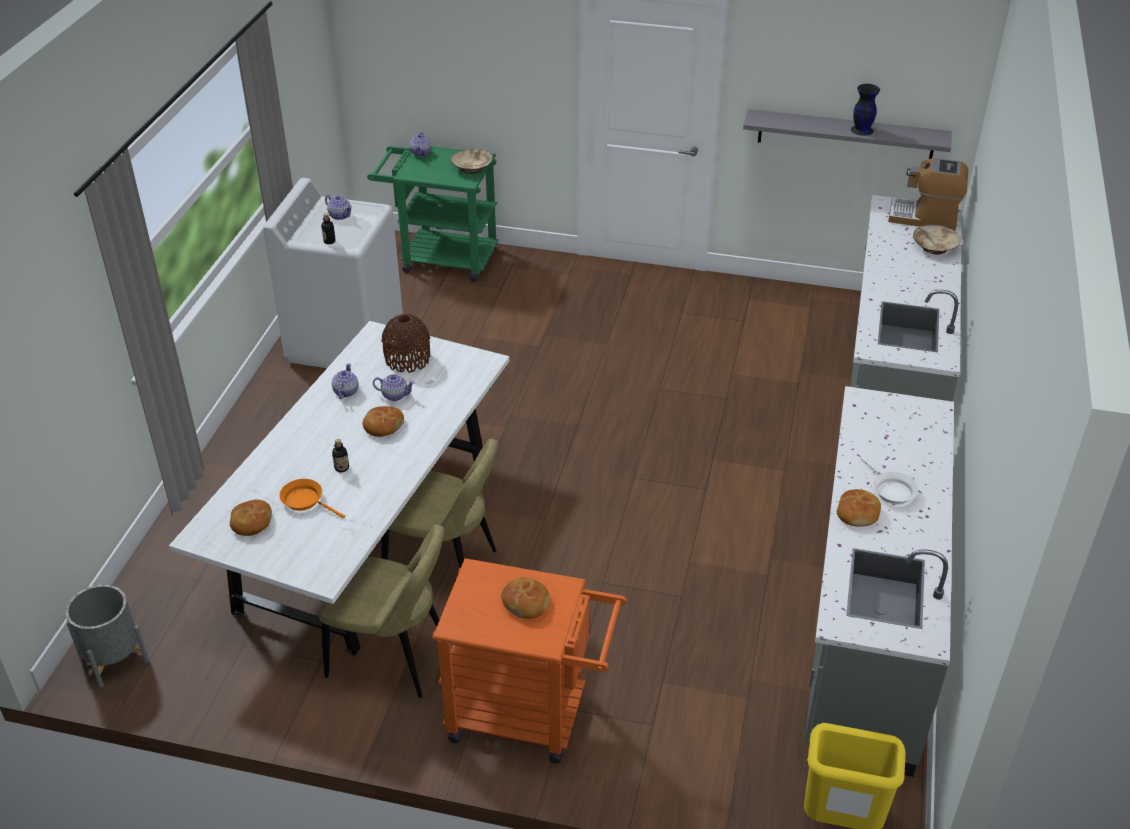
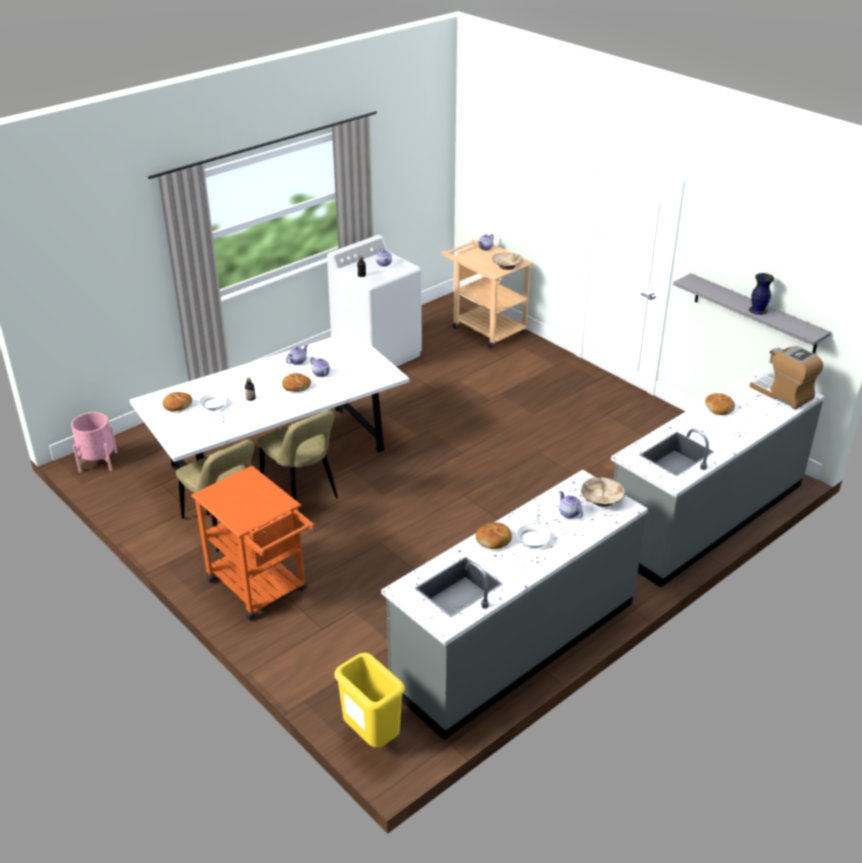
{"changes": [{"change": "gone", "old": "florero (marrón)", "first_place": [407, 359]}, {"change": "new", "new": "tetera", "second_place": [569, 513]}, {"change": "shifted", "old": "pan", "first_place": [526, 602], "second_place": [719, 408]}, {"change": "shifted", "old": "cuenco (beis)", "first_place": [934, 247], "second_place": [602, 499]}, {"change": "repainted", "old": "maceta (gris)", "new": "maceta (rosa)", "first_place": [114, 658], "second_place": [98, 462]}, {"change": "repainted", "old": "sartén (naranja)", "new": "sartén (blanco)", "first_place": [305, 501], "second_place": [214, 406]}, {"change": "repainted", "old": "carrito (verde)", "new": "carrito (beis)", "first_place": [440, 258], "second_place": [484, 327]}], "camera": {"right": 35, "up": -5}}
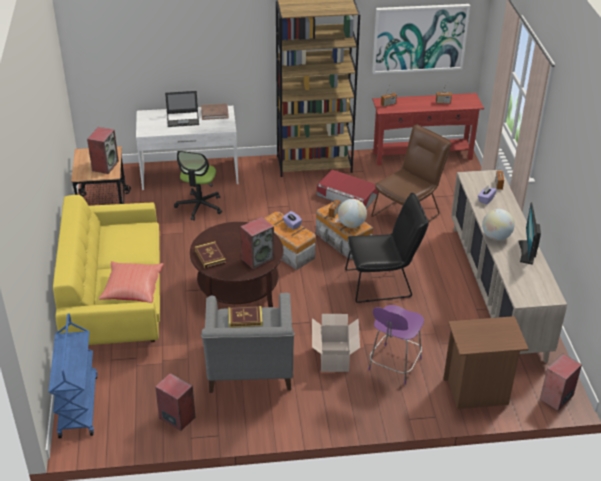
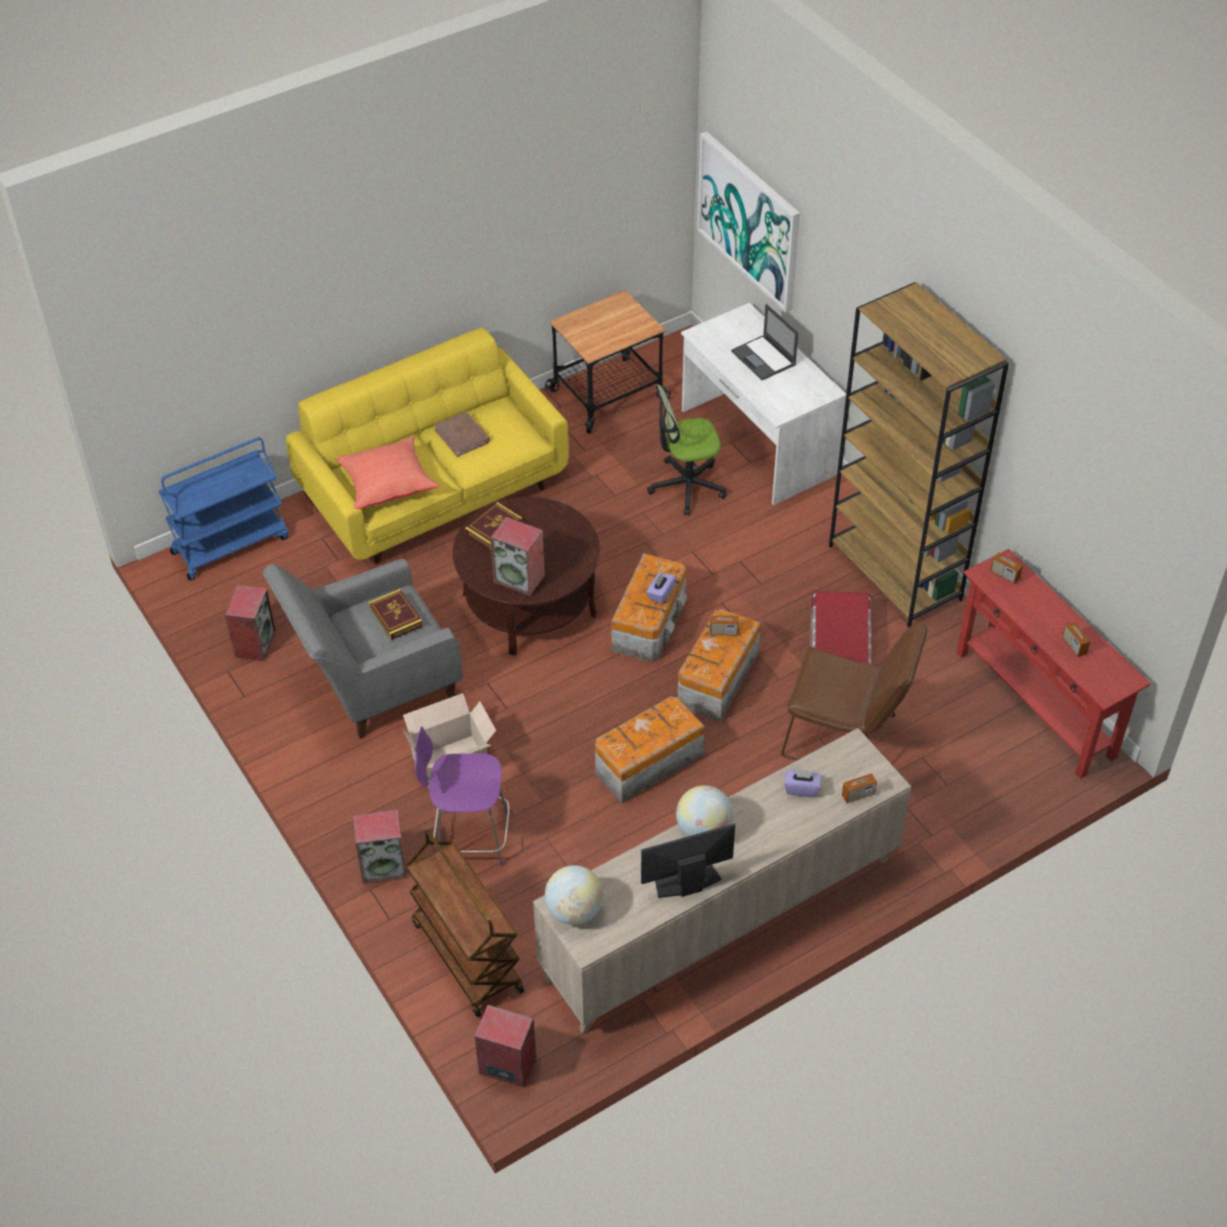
{"changes": [{"change": "shifted", "old": "altavoz", "first_place": [105, 165], "second_place": [384, 866]}, {"change": "shifted", "old": "libro (marrón)", "first_place": [214, 113], "second_place": [462, 436]}, {"change": "shifted", "old": "globo terráqueo", "first_place": [351, 224], "second_place": [574, 911]}, {"change": "shifted", "old": "cuadro", "first_place": [419, 38], "second_place": [749, 220]}, {"change": "swapped", "old": "silla (negro)", "new": "caja de almacenaje", "first_place": [383, 283], "second_place": [646, 764]}, {"change": "swapped", "old": "mesita de noche (marrón)", "new": "carrito (marrón)", "first_place": [477, 392], "second_place": [466, 956]}], "camera": {"right": 65, "up": 10}}
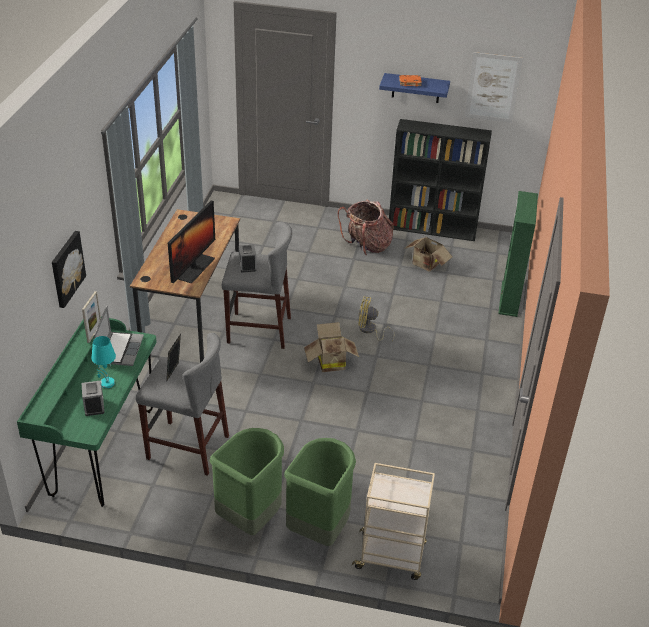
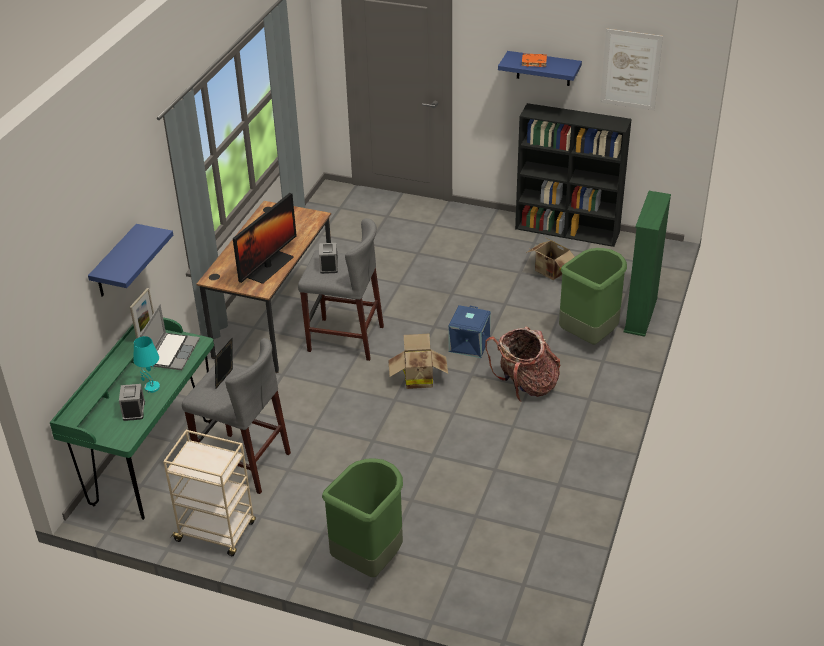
{"changes": [{"change": "shifted", "old": "papelera (verde)", "first_place": [250, 518], "second_place": [589, 335]}, {"change": "shifted", "old": "mochila", "first_place": [367, 246], "second_place": [525, 386]}, {"change": "shifted", "old": "carrito (beis)", "first_place": [391, 556], "second_place": [217, 532]}, {"change": "swapped", "old": "cuadro", "new": "estante (azul)", "first_place": [66, 268], "second_place": [115, 263]}, {"change": "swapped", "old": "ventilador (amarillo)", "new": "caja de almacenaje (azul)", "first_place": [369, 330], "second_place": [470, 345]}], "camera": {"right": 10, "up": 0}}
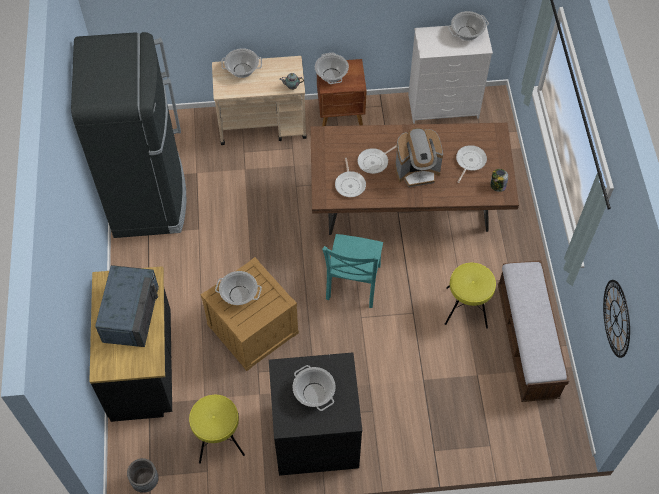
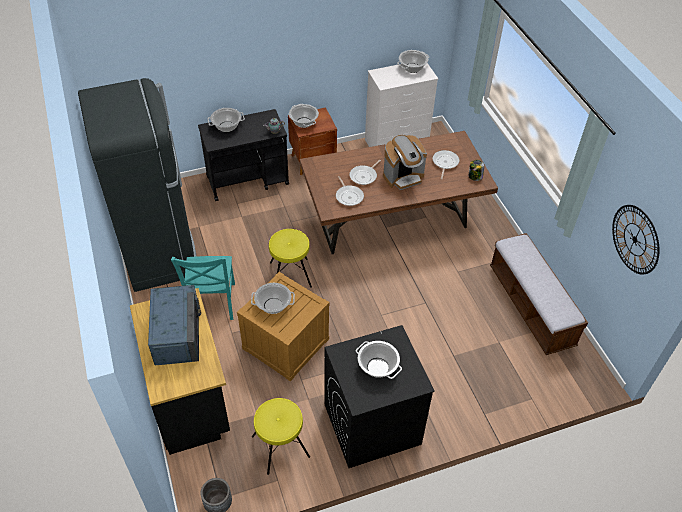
{"changes": [{"change": "shifted", "old": "silla (turquesa)", "first_place": [352, 284], "second_place": [212, 303]}, {"change": "shifted", "old": "taburete (amarillo)", "first_place": [467, 307], "second_place": [291, 274]}, {"change": "repainted", "old": "carrito (beis)", "new": "carrito (negro)", "first_place": [263, 125], "second_place": [248, 180]}], "camera": {"right": -15, "up": -10}}
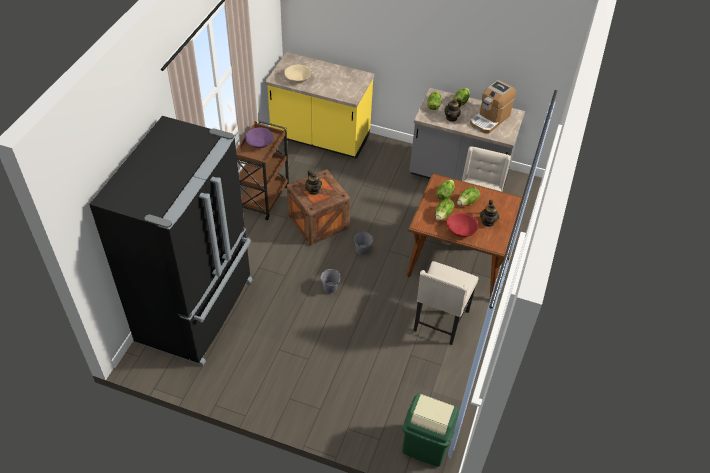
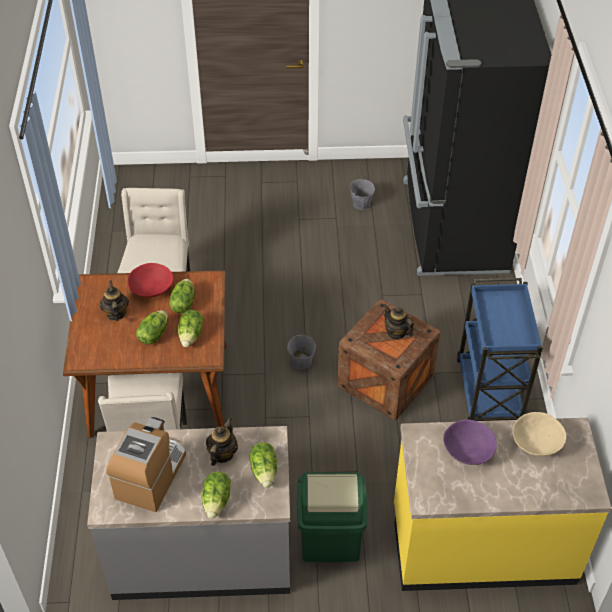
{"changes": [{"change": "shifted", "old": "cuenco (morado)", "first_place": [259, 143], "second_place": [468, 450]}, {"change": "shifted", "old": "cubo (gris)", "first_place": [330, 288], "second_place": [361, 203]}, {"change": "shifted", "old": "papelera (verde)", "first_place": [426, 444], "second_place": [330, 539]}, {"change": "repainted", "old": "carrito (marrón)", "new": "carrito (azul)", "first_place": [264, 197], "second_place": [489, 393]}], "camera": {"right": 160, "up": 0}}
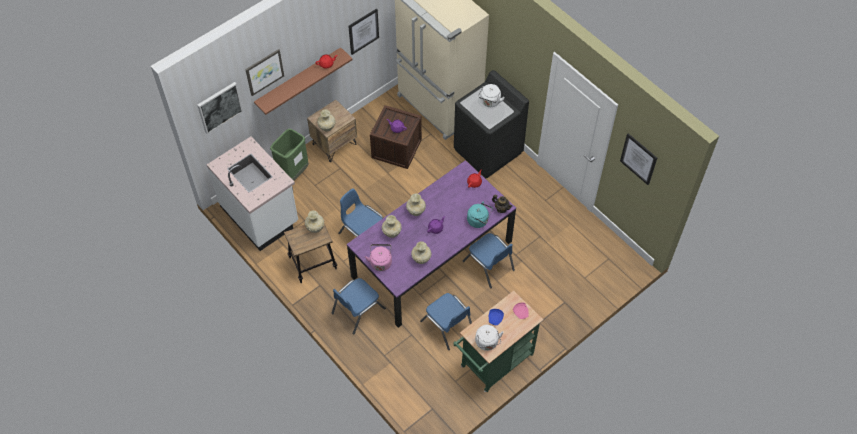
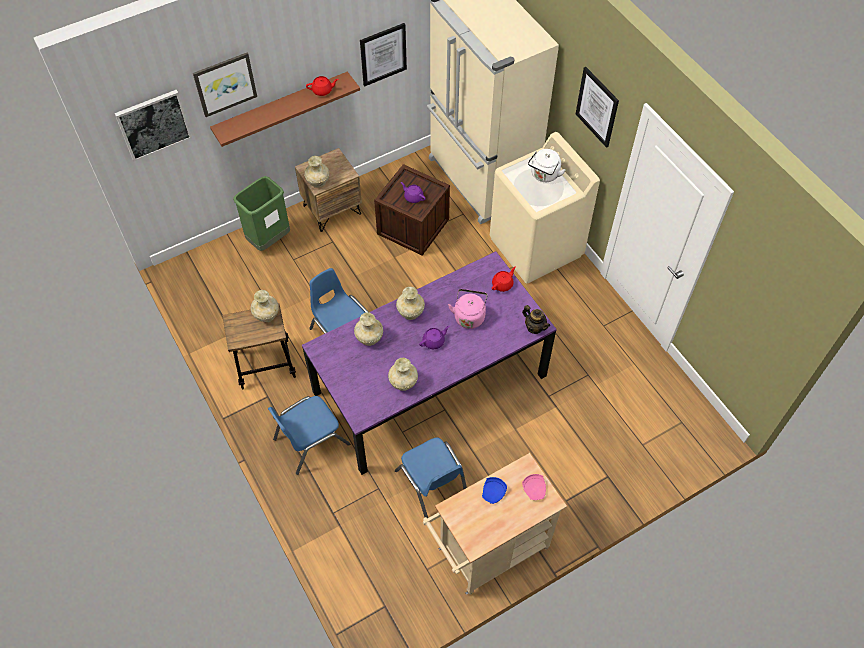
{"changes": [{"change": "gone", "old": "mueble bajo de cocina (blanco)", "first_place": [260, 214]}, {"change": "gone", "old": "silla (azul)", "first_place": [489, 266]}, {"change": "gone", "old": "hervidor (turquesa)", "first_place": [479, 221]}, {"change": "gone", "old": "hervidor (blanco)", "first_place": [487, 343]}, {"change": "shifted", "old": "hervidor (rosa)", "first_place": [380, 262], "second_place": [469, 316]}, {"change": "shifted", "old": "cuadro", "first_place": [638, 159], "second_place": [597, 107]}, {"change": "repainted", "old": "carrito (verde)", "new": "carrito (beis)", "first_place": [493, 364], "second_place": [487, 552]}, {"change": "repainted", "old": "lavadora (negro)", "new": "lavadora (beis)", "first_place": [488, 151], "second_place": [536, 247]}], "camera": {"right": 10, "up": 0}}
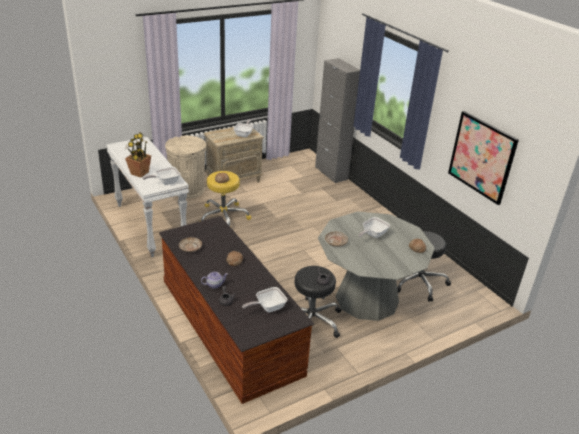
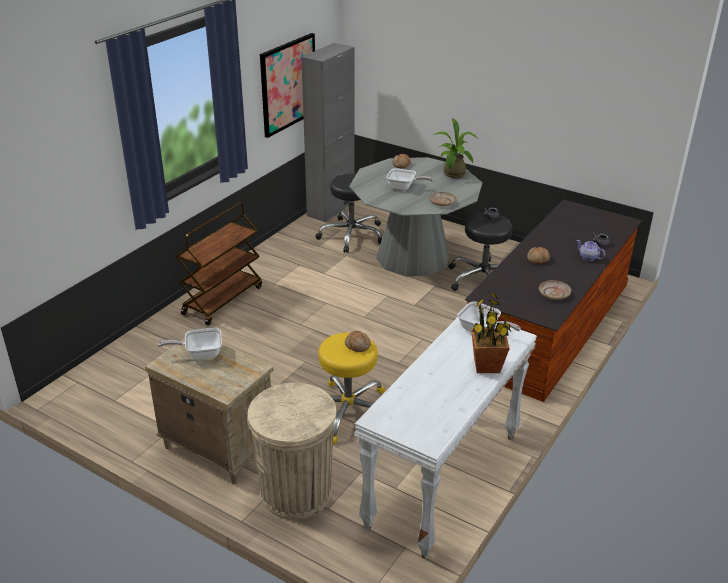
{"changes": [{"change": "gone", "old": "sartén", "first_place": [267, 307]}, {"change": "new", "new": "carrito (marrón)", "second_place": [222, 300]}, {"change": "new", "new": "planta en maceta", "second_place": [454, 175]}, {"change": "shifted", "old": "armario (gris)", "first_place": [331, 173], "second_place": [330, 209]}], "camera": {"right": -115, "up": 0}}
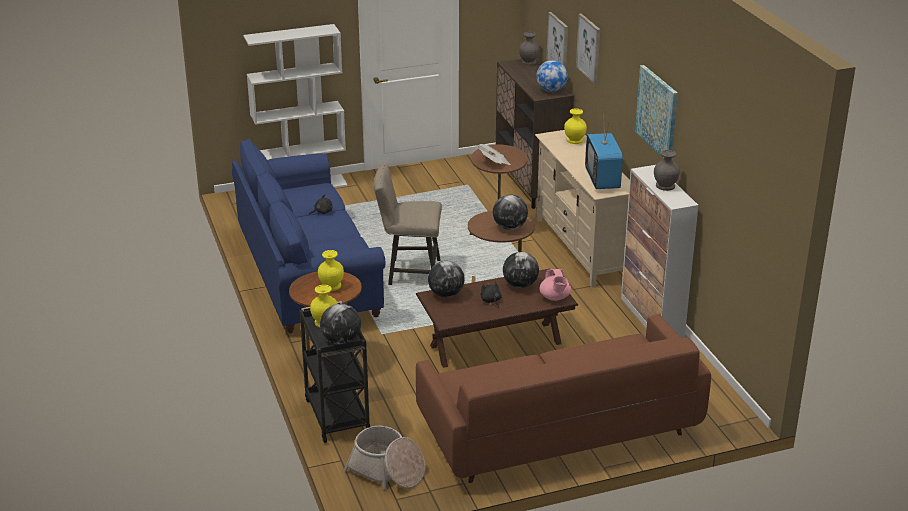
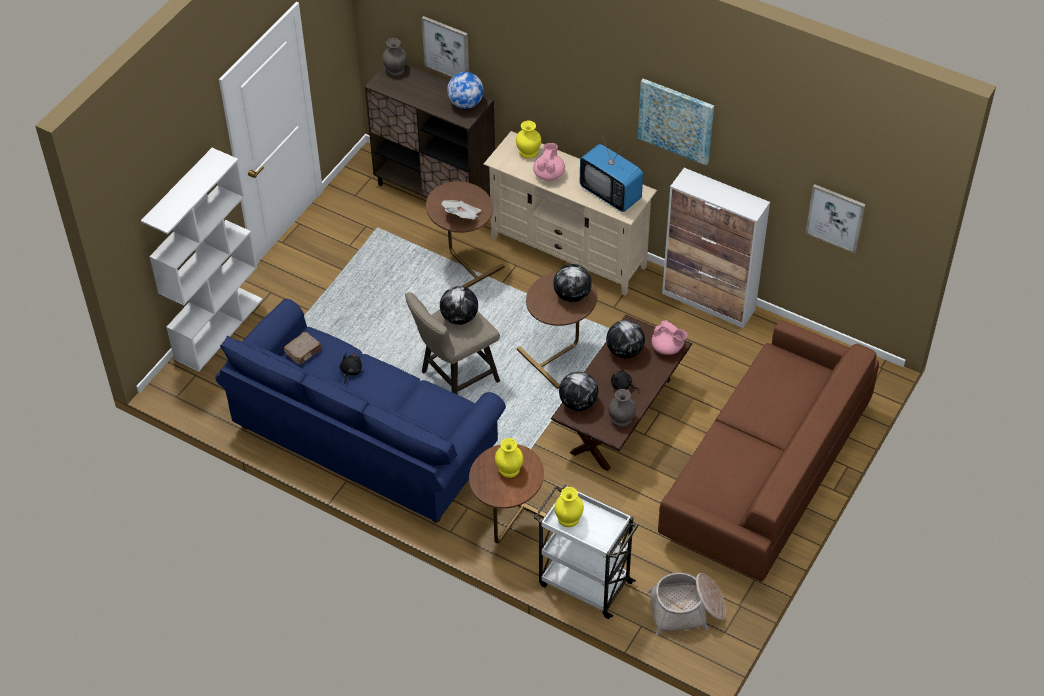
{"changes": [{"change": "new", "new": "libro (marrón)", "second_place": [304, 352]}, {"change": "new", "new": "tetera (rosa)", "second_place": [549, 174]}, {"change": "shifted", "old": "globo terráqueo", "first_place": [341, 341], "second_place": [459, 318]}, {"change": "shifted", "old": "cuadro", "first_place": [589, 48], "second_place": [835, 217]}, {"change": "shifted", "old": "florero (gris)", "first_place": [665, 186], "second_place": [622, 419]}, {"change": "repainted", "old": "carrito (negro)", "new": "carrito (blanco)", "first_place": [337, 415], "second_place": [583, 583]}], "camera": {"right": -40, "up": 20}}
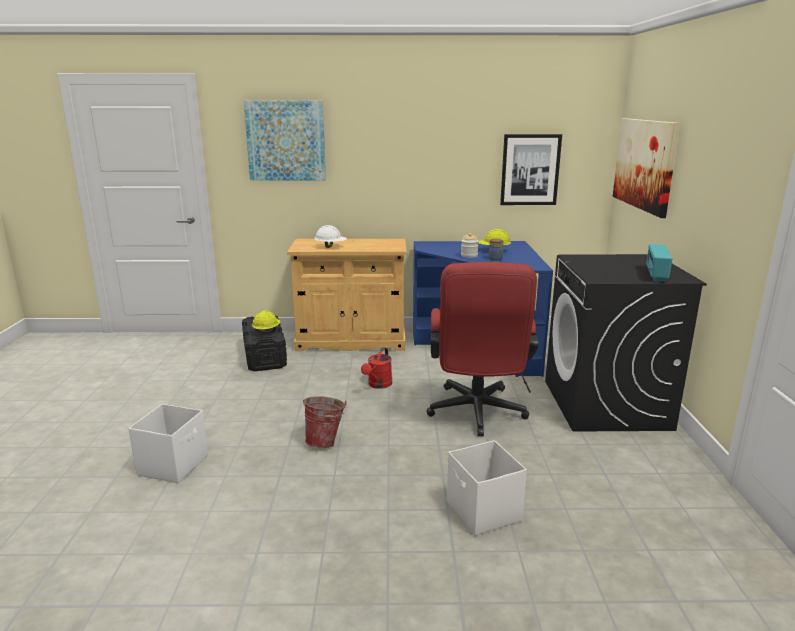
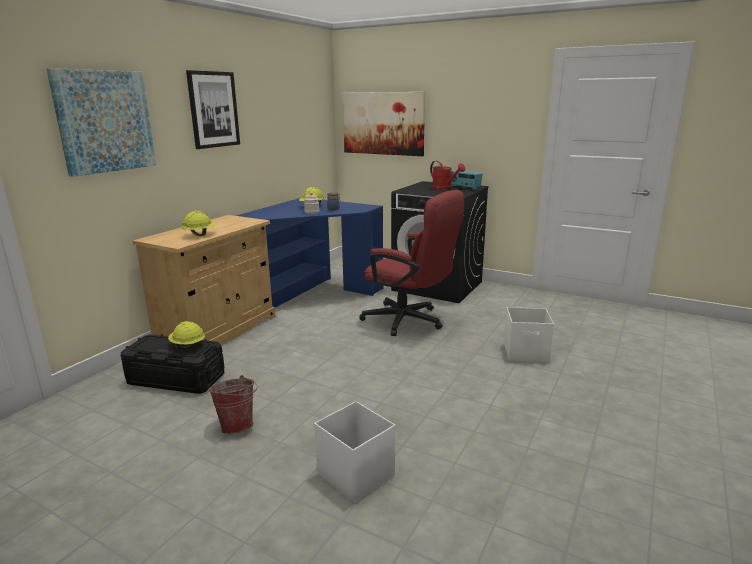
{"changes": [{"change": "shifted", "old": "cubo", "first_place": [326, 442], "second_place": [238, 425]}, {"change": "shifted", "old": "regadera (rojo)", "first_place": [378, 385], "second_place": [444, 189]}, {"change": "shifted", "old": "cuadro", "first_place": [530, 170], "second_place": [213, 109]}, {"change": "repainted", "old": "casco (blanco)", "new": "casco (amarillo)", "first_place": [331, 247], "second_place": [200, 234]}], "camera": {"right": -60, "up": 0}}
